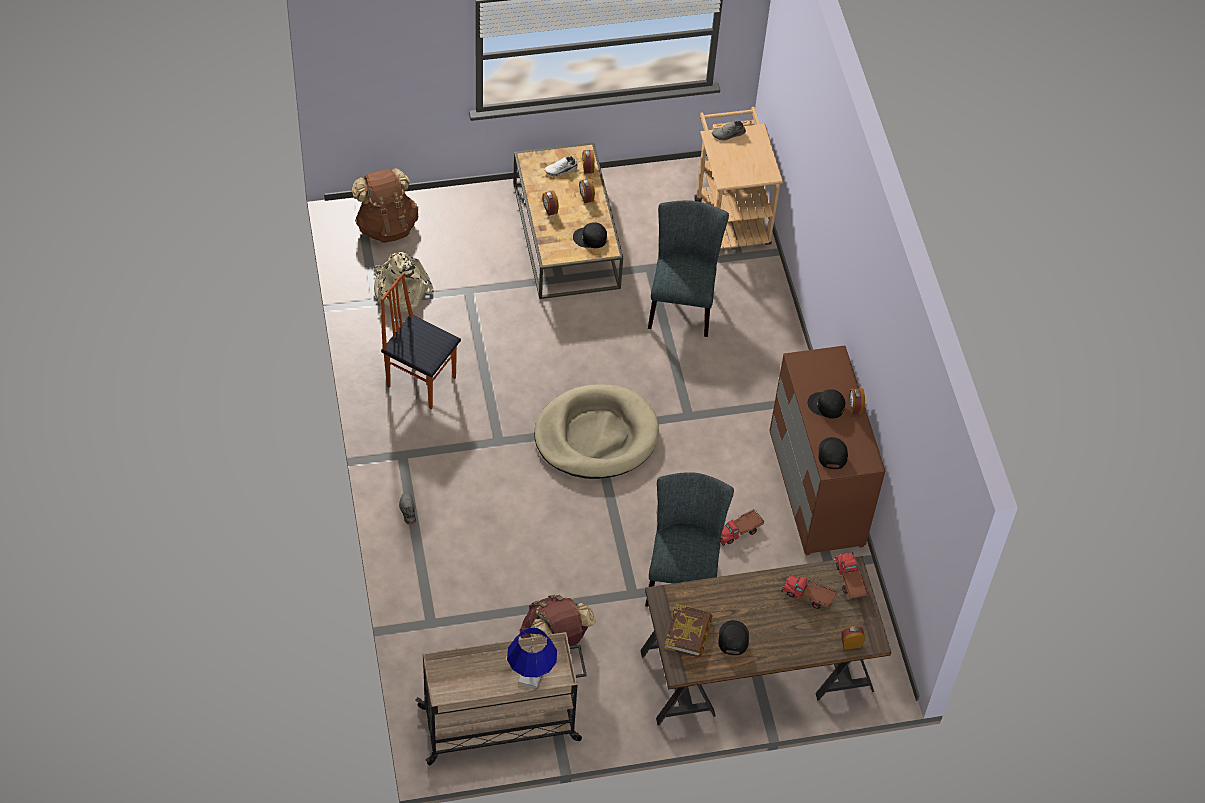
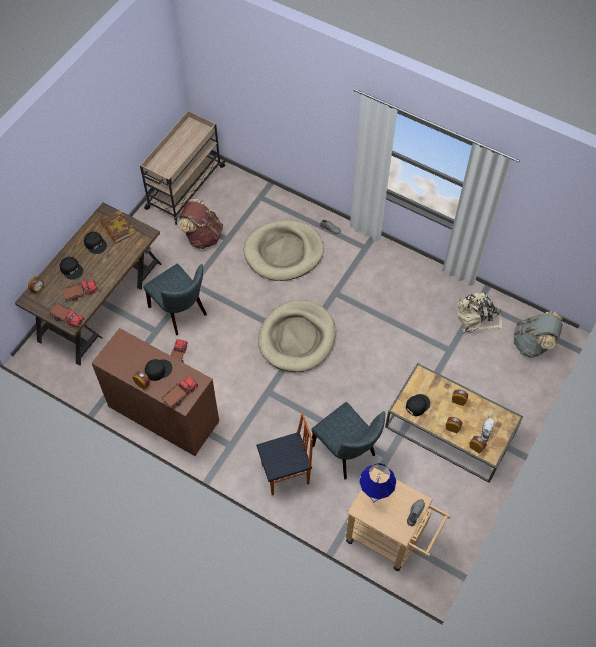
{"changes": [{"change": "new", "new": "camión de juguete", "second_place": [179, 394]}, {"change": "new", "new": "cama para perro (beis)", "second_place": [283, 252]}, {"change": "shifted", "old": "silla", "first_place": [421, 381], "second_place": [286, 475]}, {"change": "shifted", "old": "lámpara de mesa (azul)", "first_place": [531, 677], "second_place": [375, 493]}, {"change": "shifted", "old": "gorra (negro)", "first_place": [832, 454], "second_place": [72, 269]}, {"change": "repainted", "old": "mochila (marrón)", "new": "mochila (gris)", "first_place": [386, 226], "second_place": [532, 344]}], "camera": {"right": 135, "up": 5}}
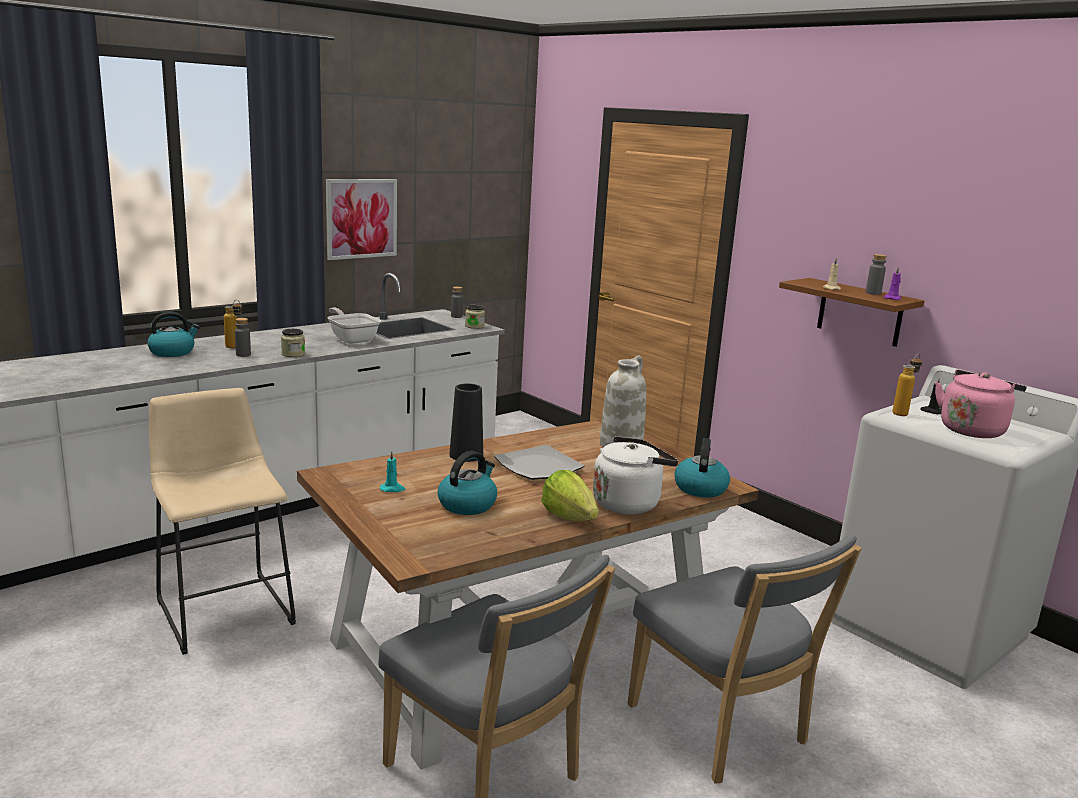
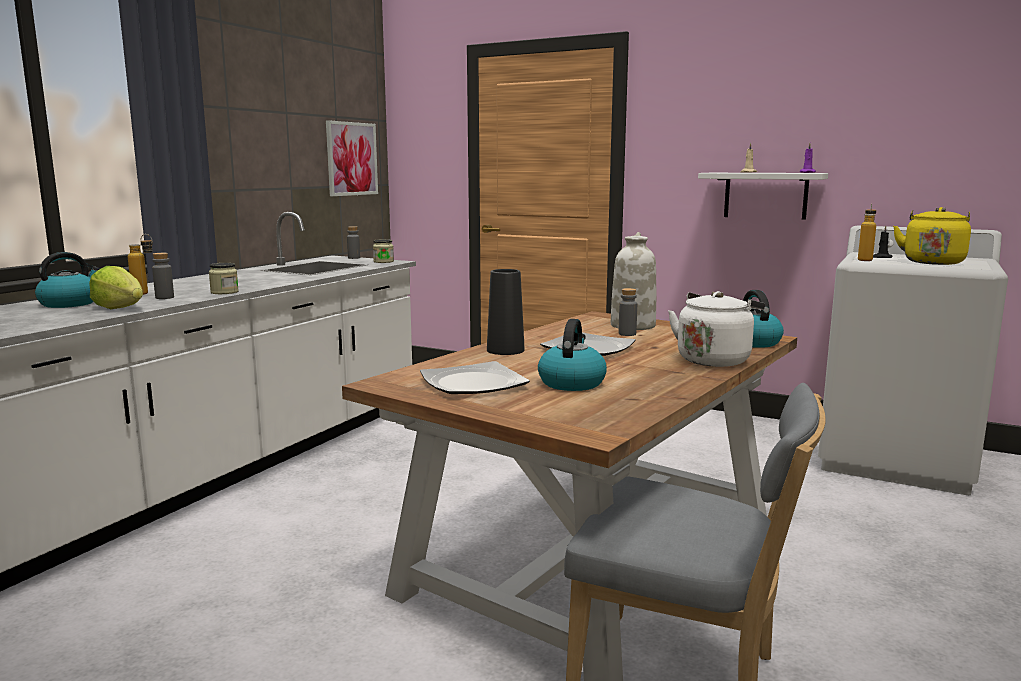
{"changes": [{"change": "gone", "old": "taburete (beis)", "first_place": [224, 607]}, {"change": "gone", "old": "sartén", "first_place": [352, 339]}, {"change": "gone", "old": "silla (gris)", "first_place": [722, 729]}, {"change": "shifted", "old": "cuadro", "first_place": [361, 218], "second_place": [351, 159]}, {"change": "shifted", "old": "lechuga", "first_place": [569, 517], "second_place": [120, 308]}, {"change": "shifted", "old": "botella (gris)", "first_place": [873, 293], "second_place": [627, 334]}, {"change": "swapped", "old": "vela (turquesa)", "new": "plato", "first_place": [392, 489], "second_place": [474, 383]}, {"change": "repainted", "old": "estante (marrón)", "new": "estante (blanco)", "first_place": [860, 312], "second_place": [765, 195]}, {"change": "repainted", "old": "hervidor (rosa)", "new": "hervidor (amarillo)", "first_place": [973, 430], "second_place": [932, 262]}], "camera": {"right": -20, "up": -5}}
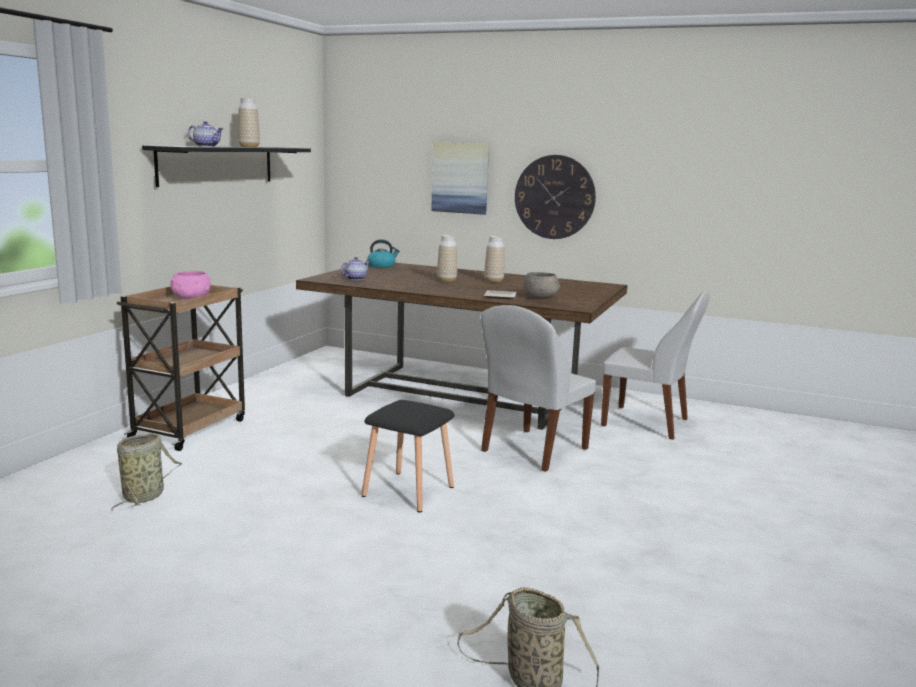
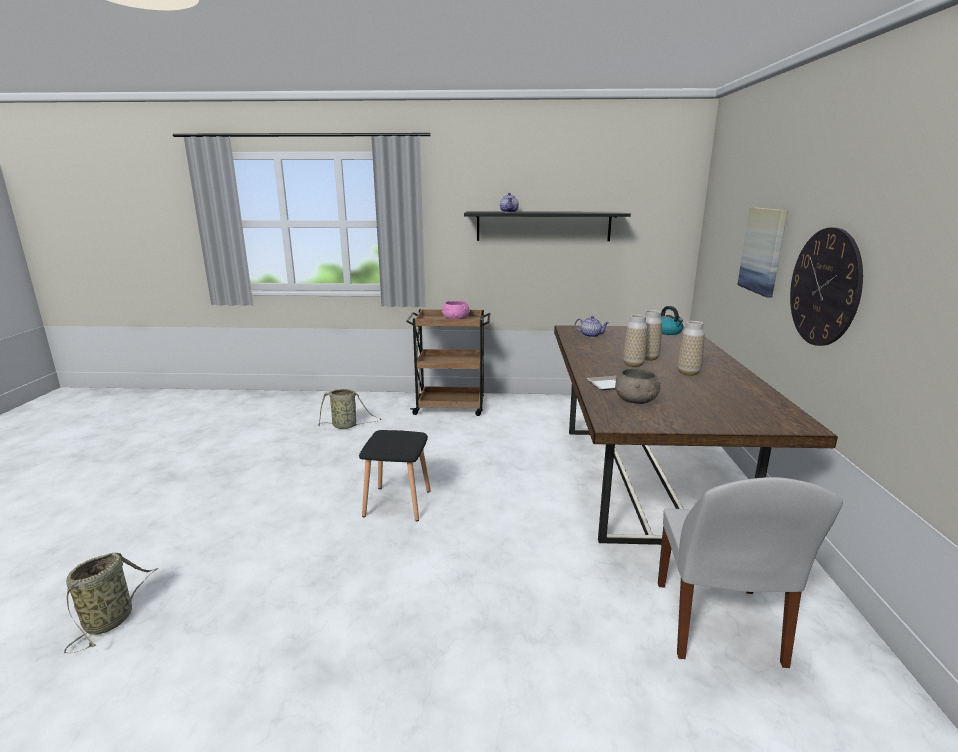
{"changes": [{"change": "gone", "old": "silla (blanco)", "first_place": [532, 451]}, {"change": "shifted", "old": "florero", "first_place": [249, 147], "second_place": [633, 364]}], "camera": {"right": 70, "up": 5}}
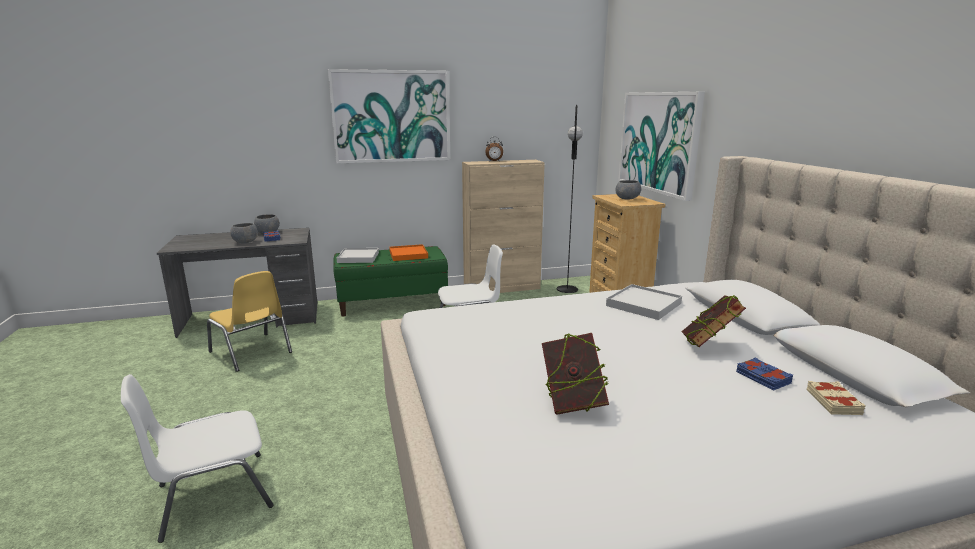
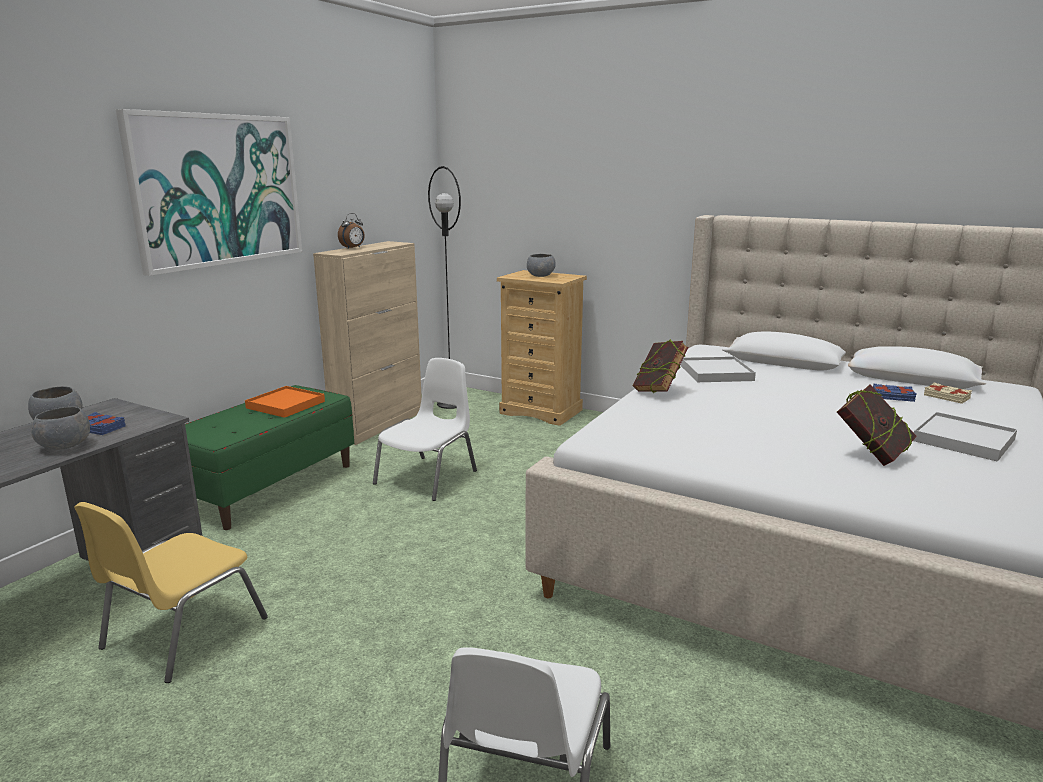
{"changes": [{"change": "gone", "old": "cuadro", "first_place": [658, 142]}, {"change": "shifted", "old": "bandeja (blanco)", "first_place": [358, 257], "second_place": [964, 440]}, {"change": "shifted", "old": "libro", "first_place": [708, 346], "second_place": [658, 391]}, {"change": "rotated", "old": "silla (amarillo)", "first_place": [251, 352], "second_place": [182, 634], "degrees": 120}], "camera": {"right": -45, "up": 0}}
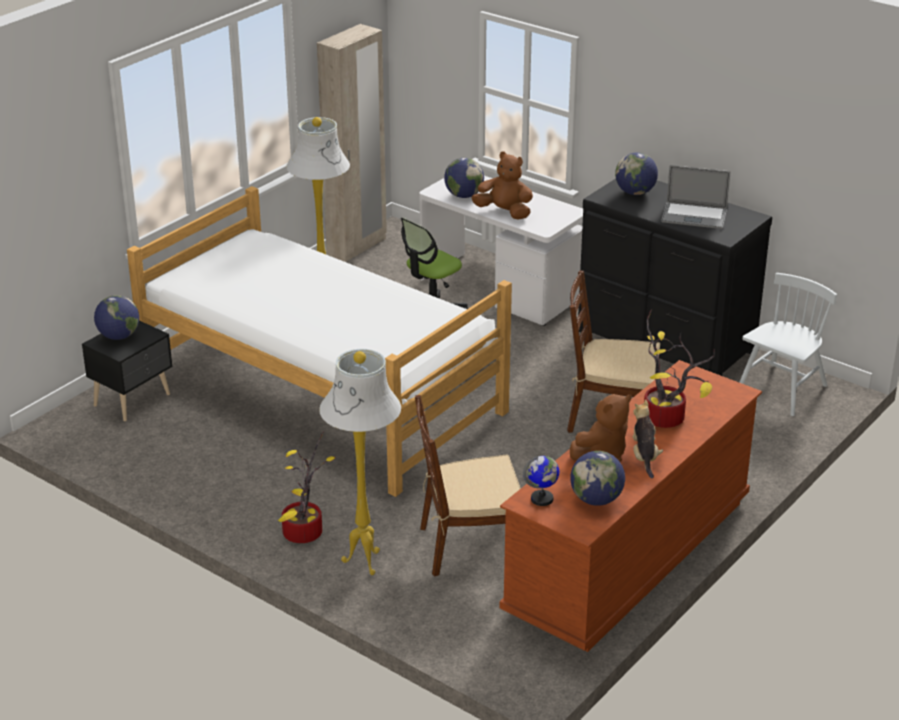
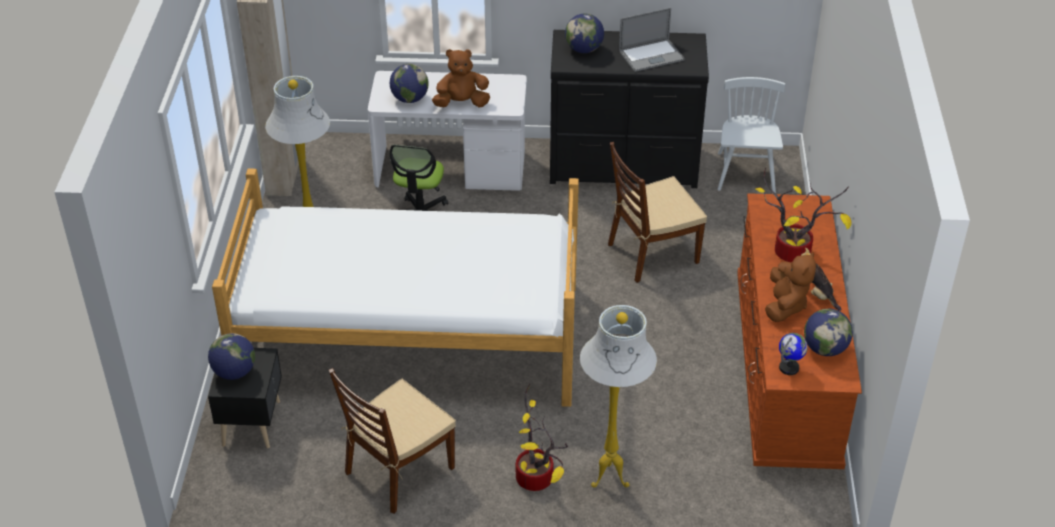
{"changes": [{"change": "shifted", "old": "silla (marrón)", "first_place": [468, 546], "second_place": [398, 471]}], "camera": {"right": -35, "up": 10}}
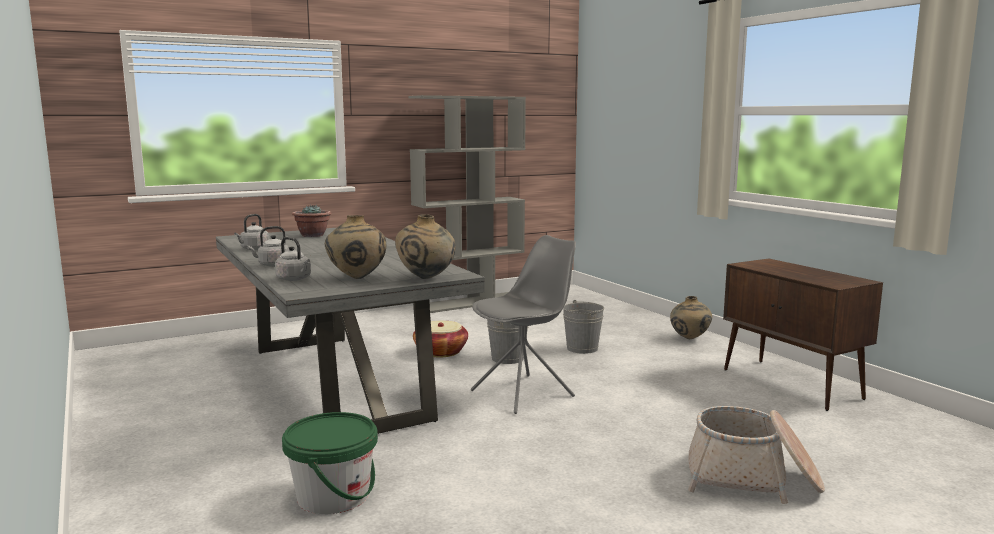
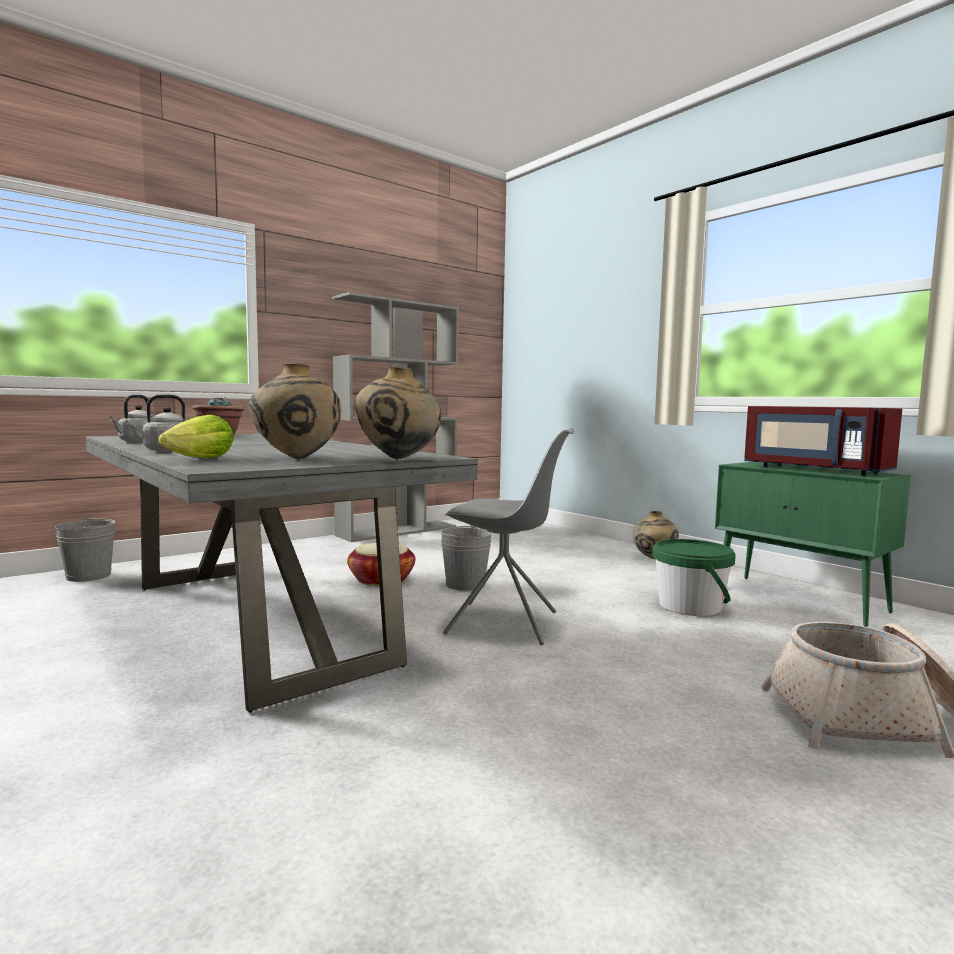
{"changes": [{"change": "new", "new": "microondas (rojo)", "second_place": [814, 470]}, {"change": "shifted", "old": "cubo (verde)", "first_place": [333, 496], "second_place": [690, 606]}, {"change": "shifted", "old": "cubo (gris)", "first_place": [582, 348], "second_place": [88, 576]}, {"change": "swapped", "old": "hervidor (gris)", "new": "lechuga", "first_place": [295, 279], "second_place": [200, 459]}, {"change": "repainted", "old": "armario (marrón)", "new": "armario (verde)", "first_place": [792, 384], "second_place": [800, 600]}, {"change": "rotated", "old": "silla (gris)", "first_place": [524, 393], "second_place": [505, 623], "degrees": 60}], "camera": {"right": -10, "up": -5}}
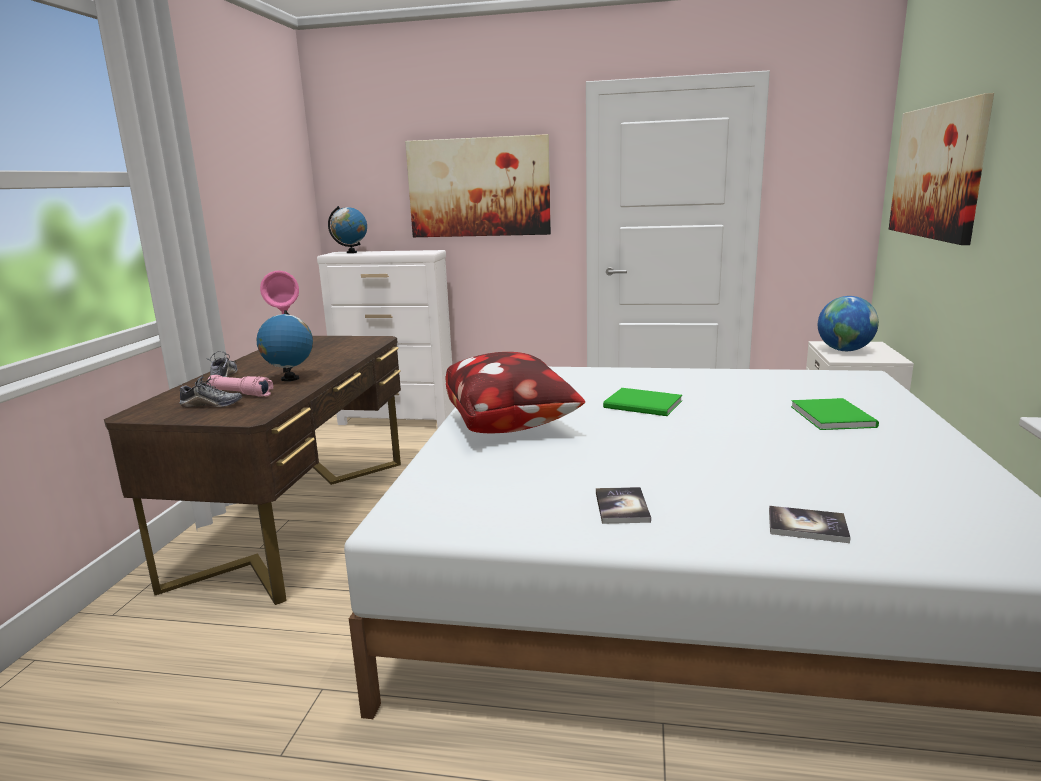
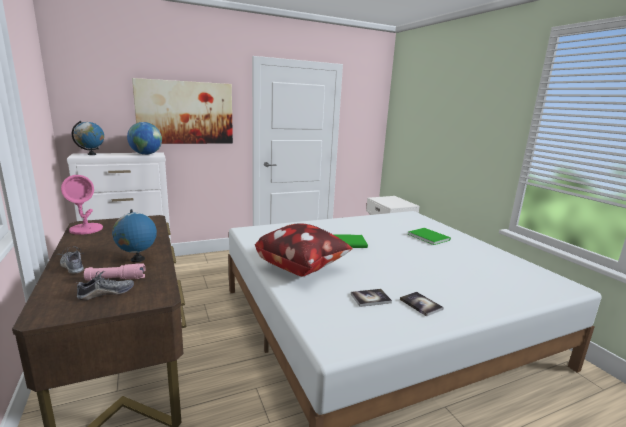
{"changes": [{"change": "gone", "old": "cuadro", "first_place": [937, 172]}, {"change": "shifted", "old": "libro", "first_place": [807, 526], "second_place": [370, 298]}, {"change": "shifted", "old": "globo terráqueo", "first_place": [844, 350], "second_place": [146, 154]}], "camera": {"right": -35, "up": 0}}
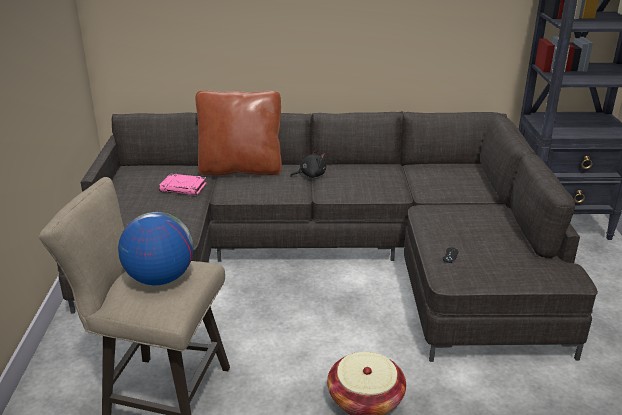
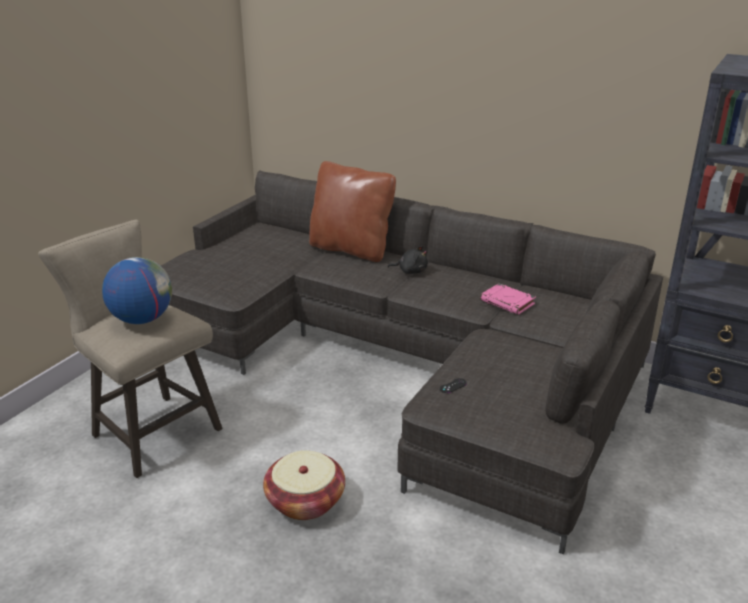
{"changes": [{"change": "shifted", "old": "libro (rosa)", "first_place": [183, 187], "second_place": [508, 302]}], "camera": {"right": 30, "up": 0}}
